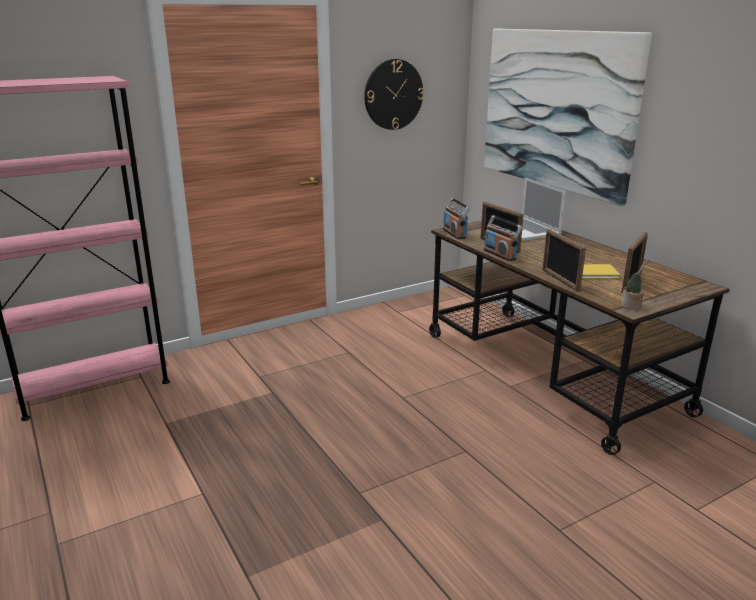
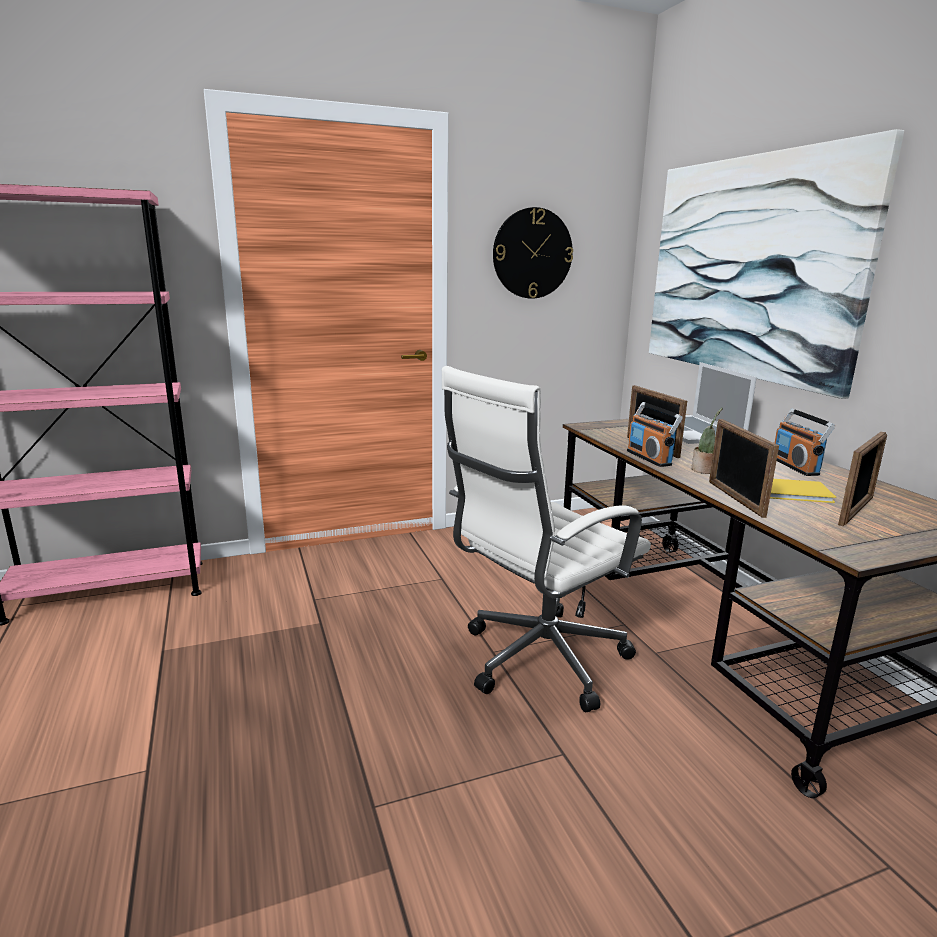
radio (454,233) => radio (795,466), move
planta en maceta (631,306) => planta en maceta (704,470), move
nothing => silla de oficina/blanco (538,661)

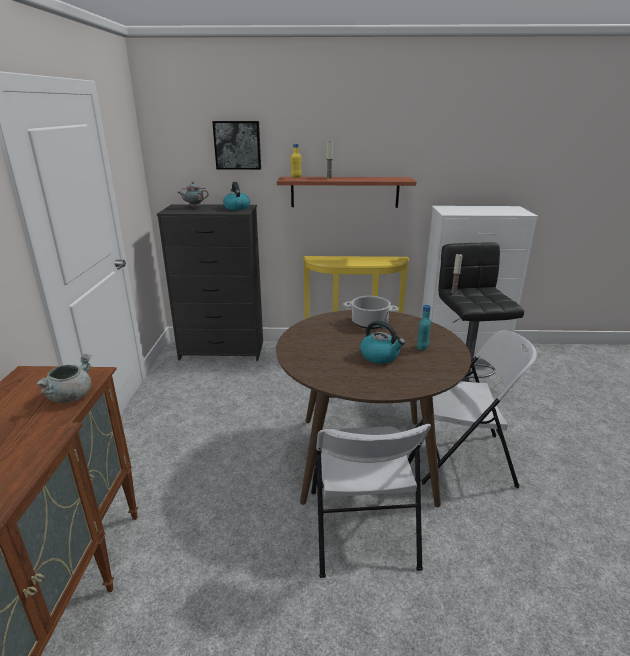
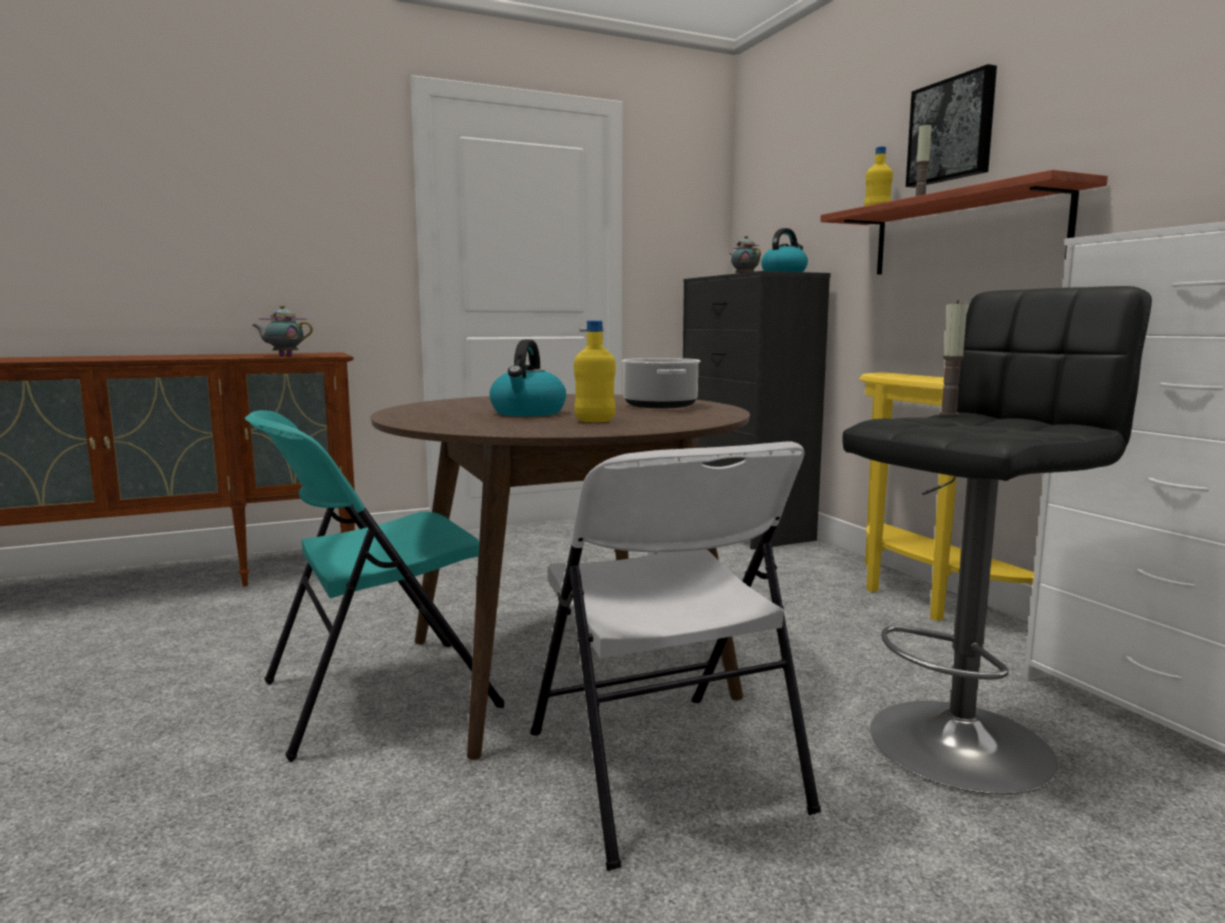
cuadro (237,145) => cuadro (952,130), move
botella/turquesa (422,348) => botella/amarillo (594,421)
olla/gris (70,397) => tetera (284,356)
silla/blanco (361,528) => silla/turquesa (380,693)

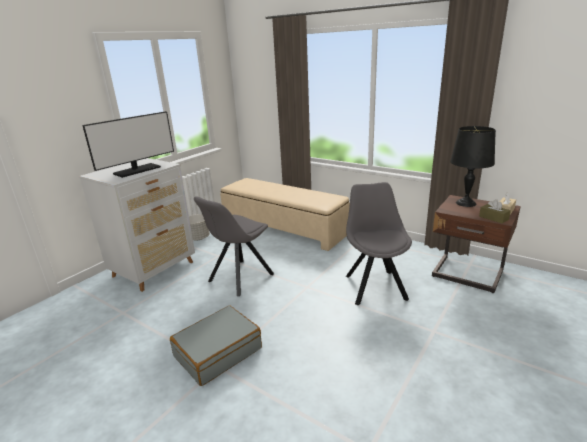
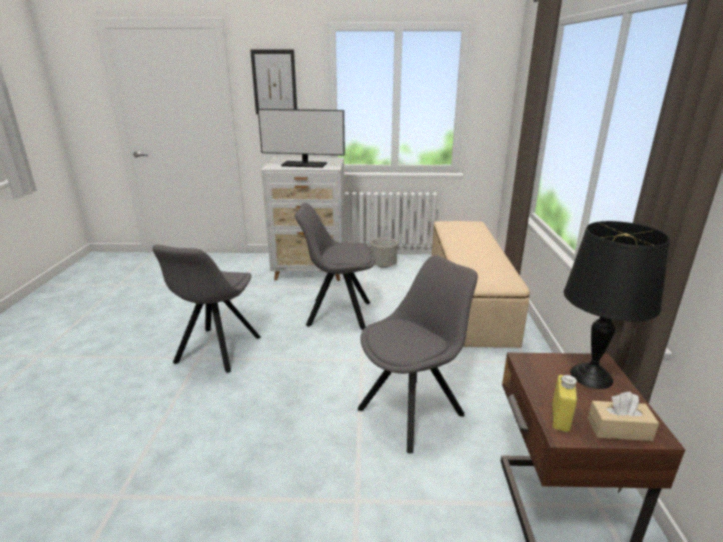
caja de pañuelos/marrón (493,218) => botella/amarillo (560,418)
maleta/gris (218,352) => silla/gris (217,350)
nothing => cuadro (274,82)

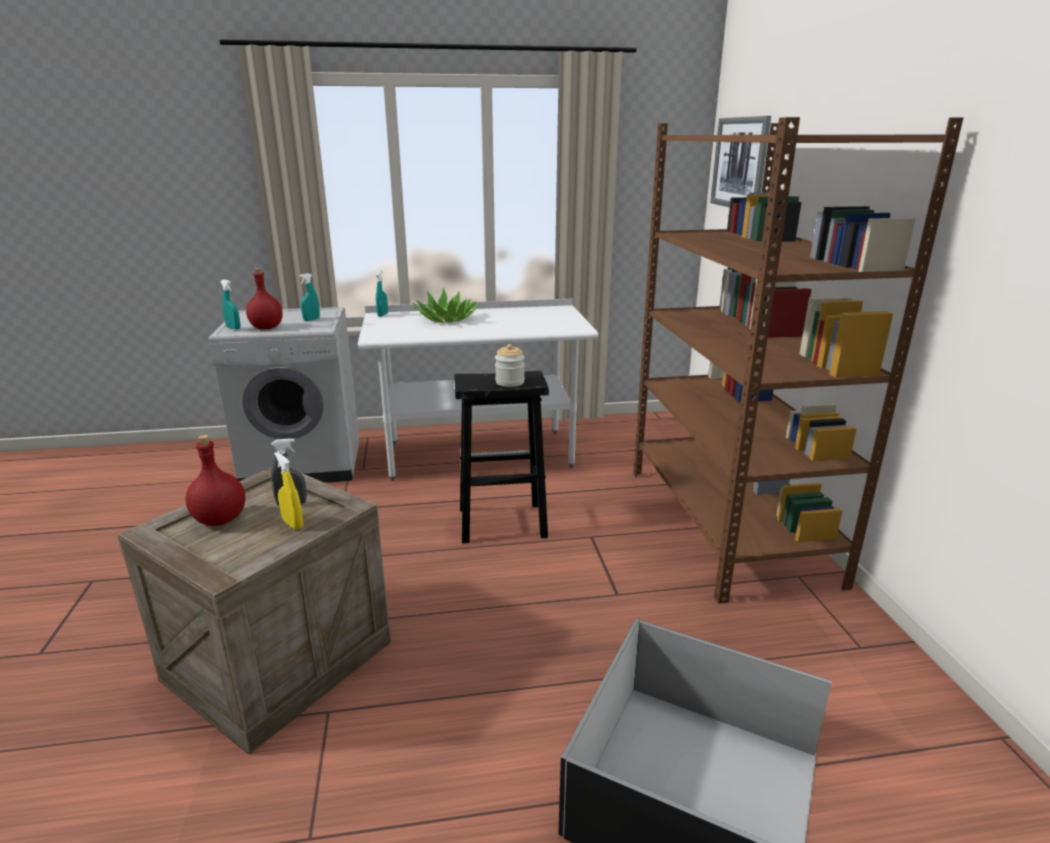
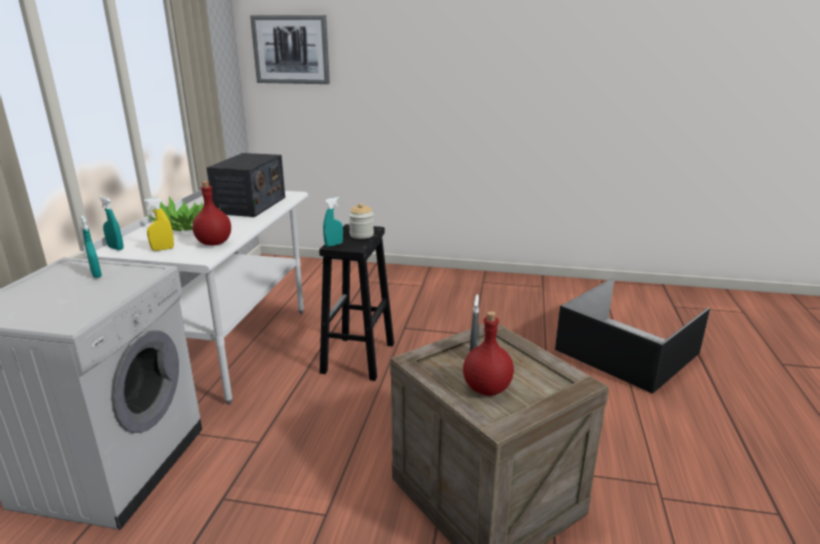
estantería/marrón (726,523) => nothing
botella/rojo (266,328) => botella/rojo (213,243), move
pulverizador/turquesa (233,328) => pulverizador/turquesa (334,245), move
pulverizador/amarillo (293,524) => pulverizador/amarillo (163,249), move
nothing => radio (250,205)

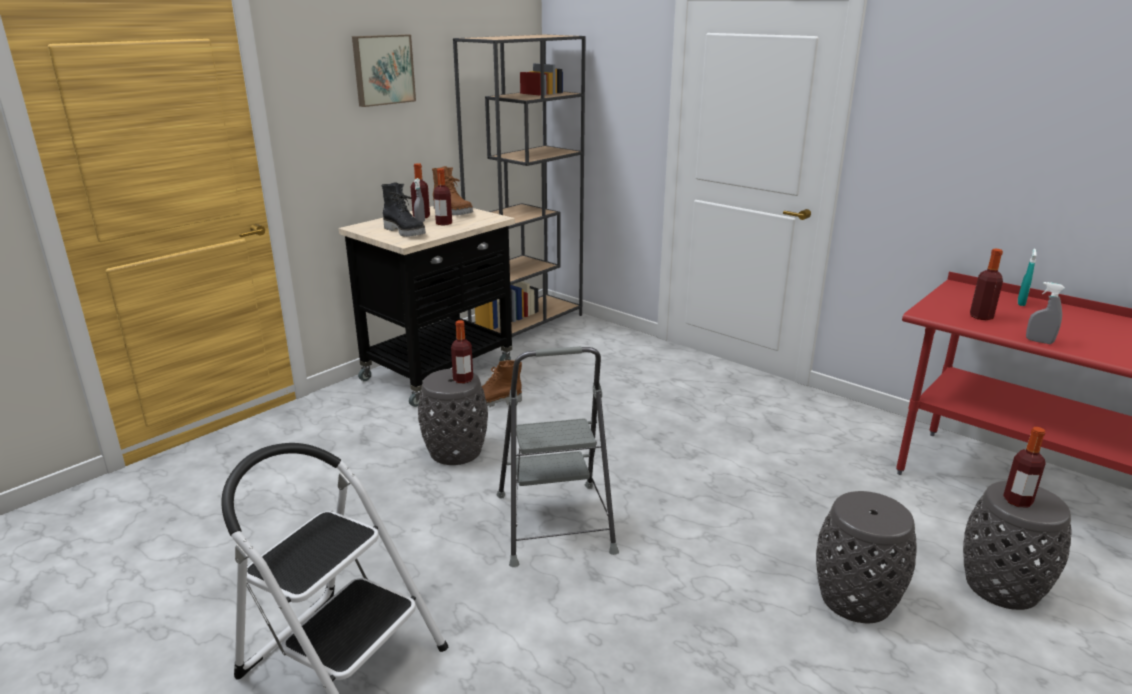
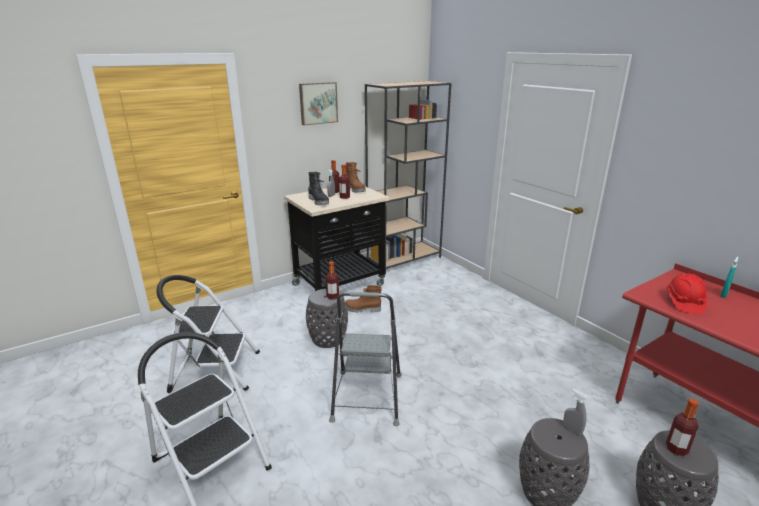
botella (981,317) => casco/rojo (684,302)
pulverizador/gris (1039,341) => pulverizador/gris (572,430), move
nothing => escalera de tijera (213,371)

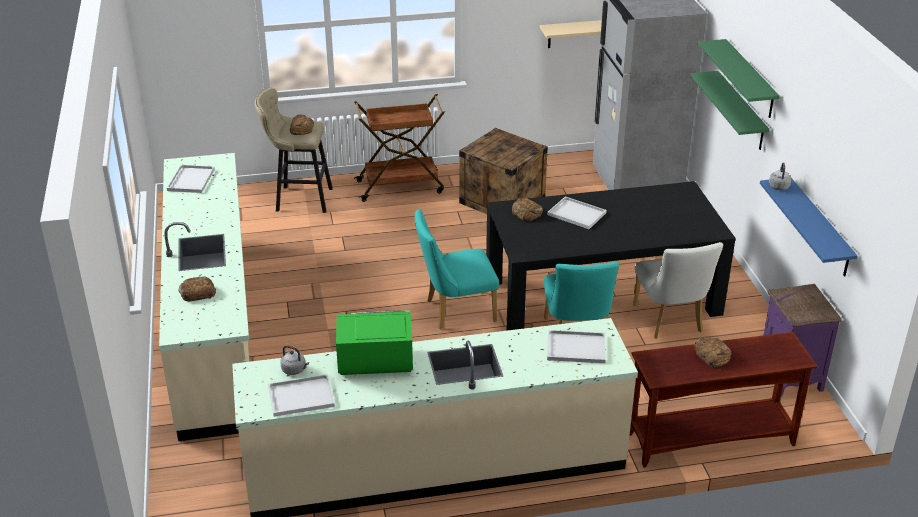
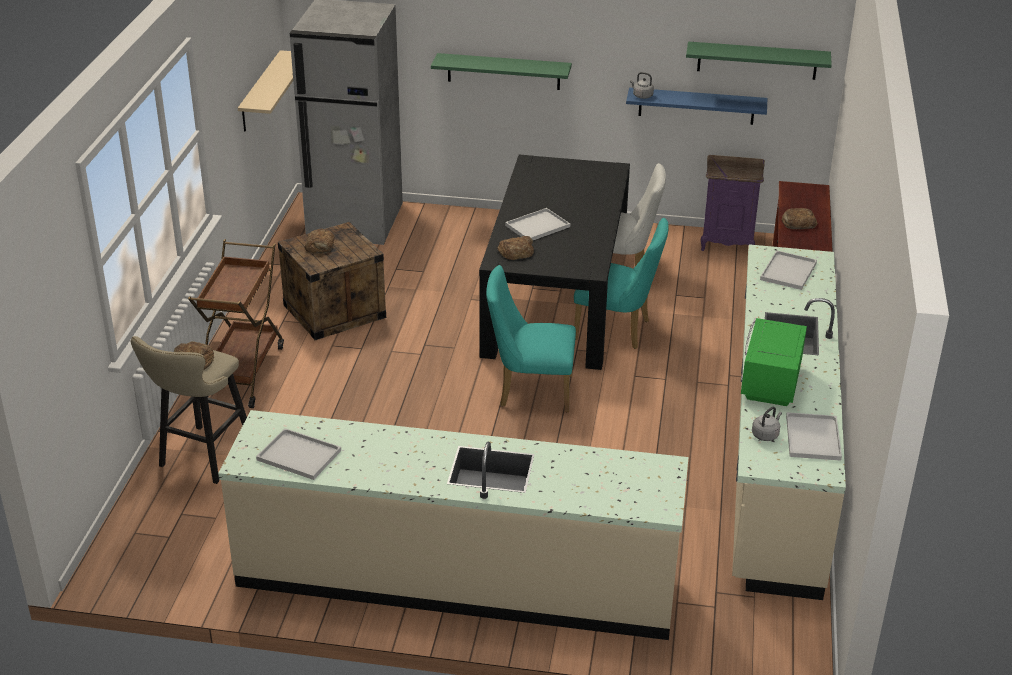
estante/verde (749,79) => estante/verde (757,60), move
silla/turquesa (455,311) => silla/turquesa (529,391), 90 degrees clockwise
pan (197,293) => pan (320,246), move

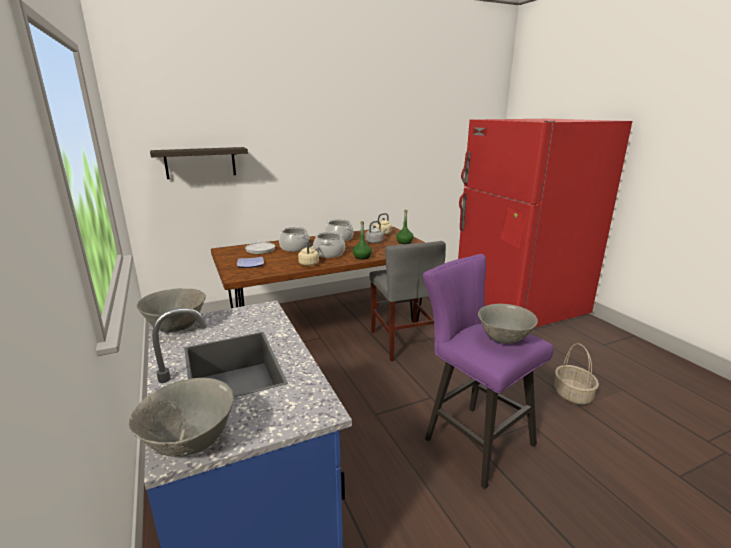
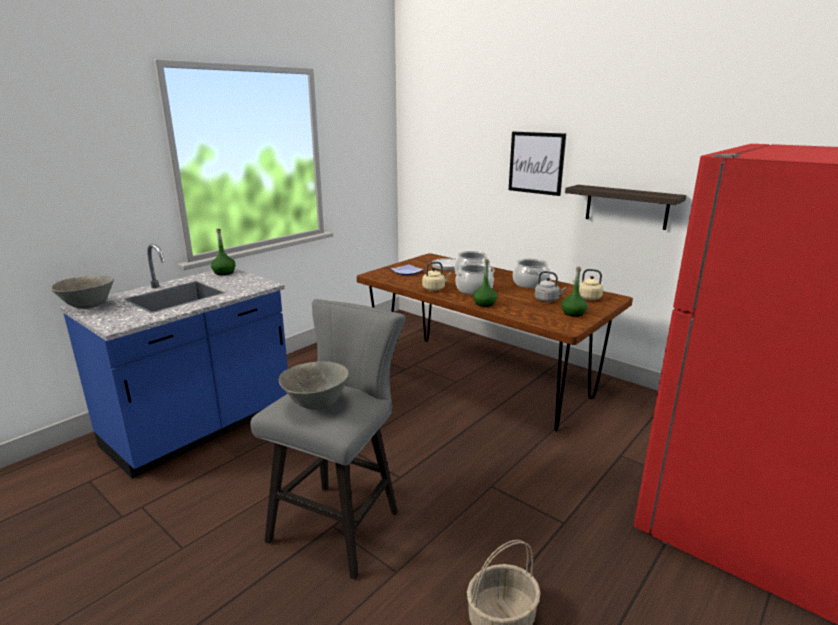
estante (200,163) => estante (626,207), move
silla/gris (404,341) => nothing
taburete/morado (472,439) => taburete/gris (341,522)
cuenco/gris (176,327) => botella/verde (224,272)
nothing => cuadro (536,163)

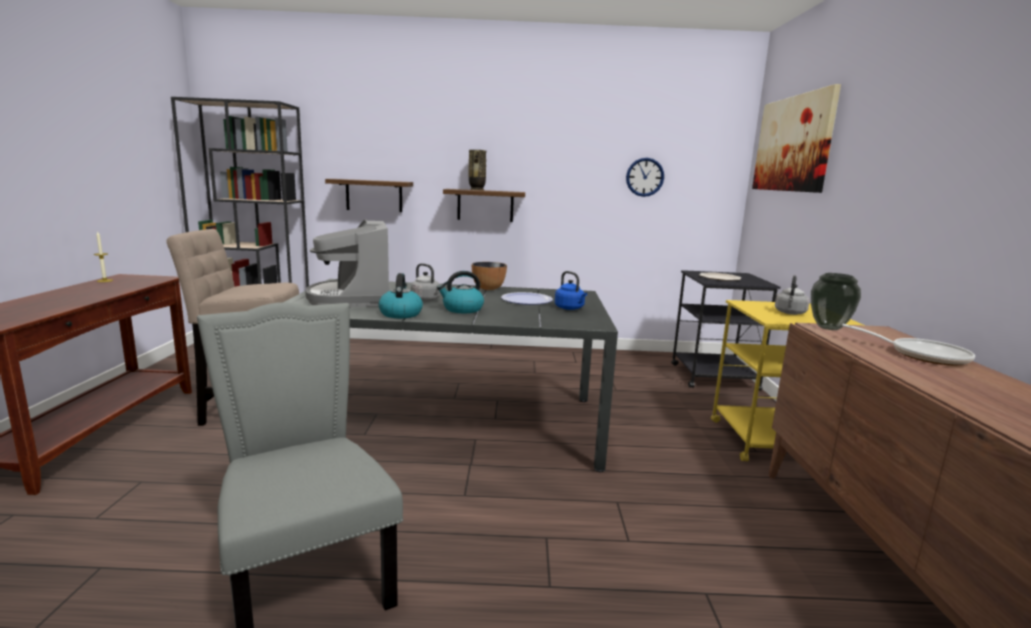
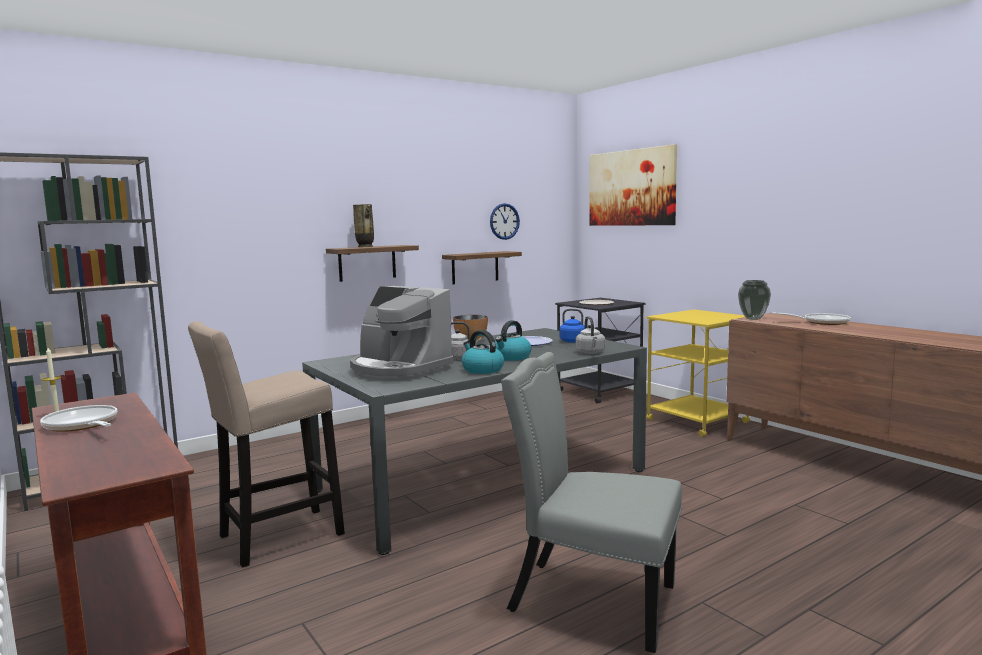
estante (374,195) => estante (475,267), move
hervidor/gris (790,313) => hervidor/gris (591,353), move
nothing => sartén (82,425)

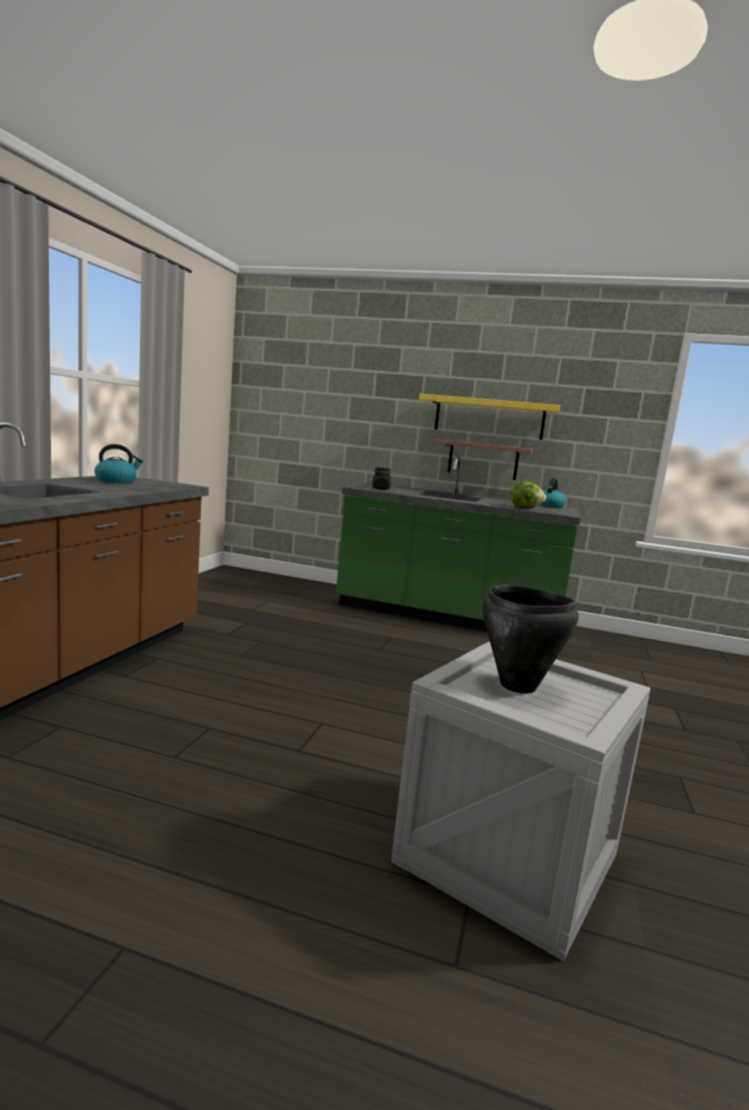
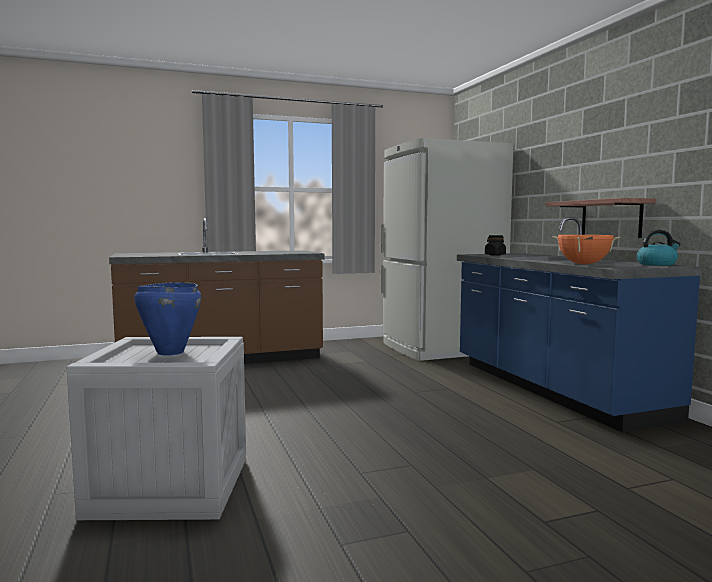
estante/amarillo (489,418) => nothing
hervidor (116,481) => nothing
mueble bajo de cocina/verde (446,616) => mueble bajo de cocina/azul (552,389)
lechuga (525,508) => olla/naranja (583,264)
olla/negro (518,686) => olla/azul (169,352)
nothing => nevera/blanco (440,347)

